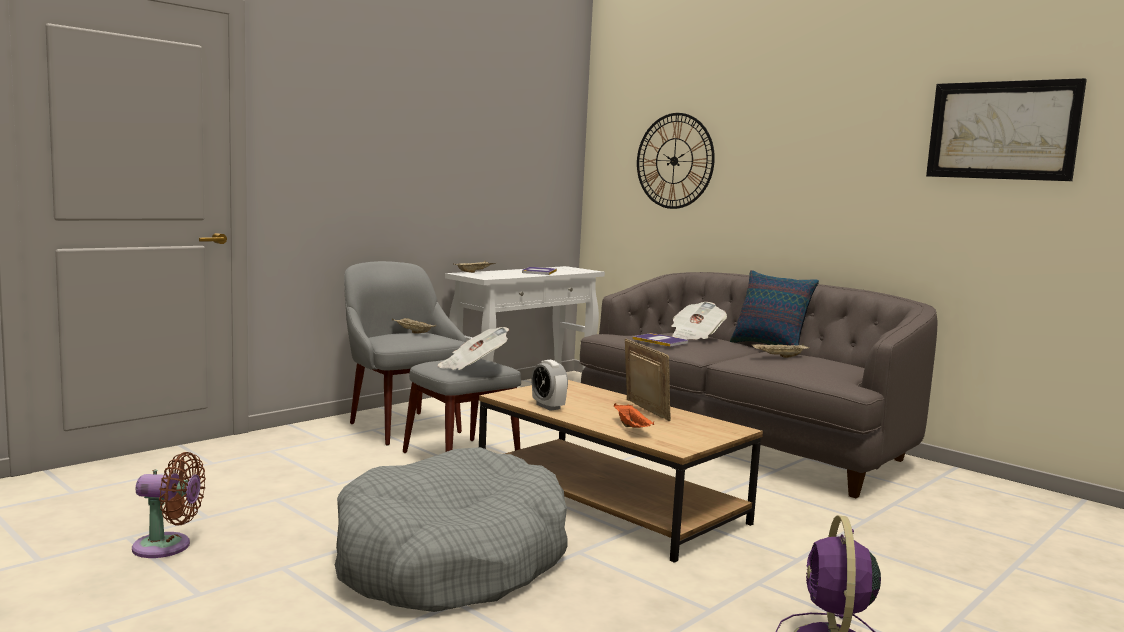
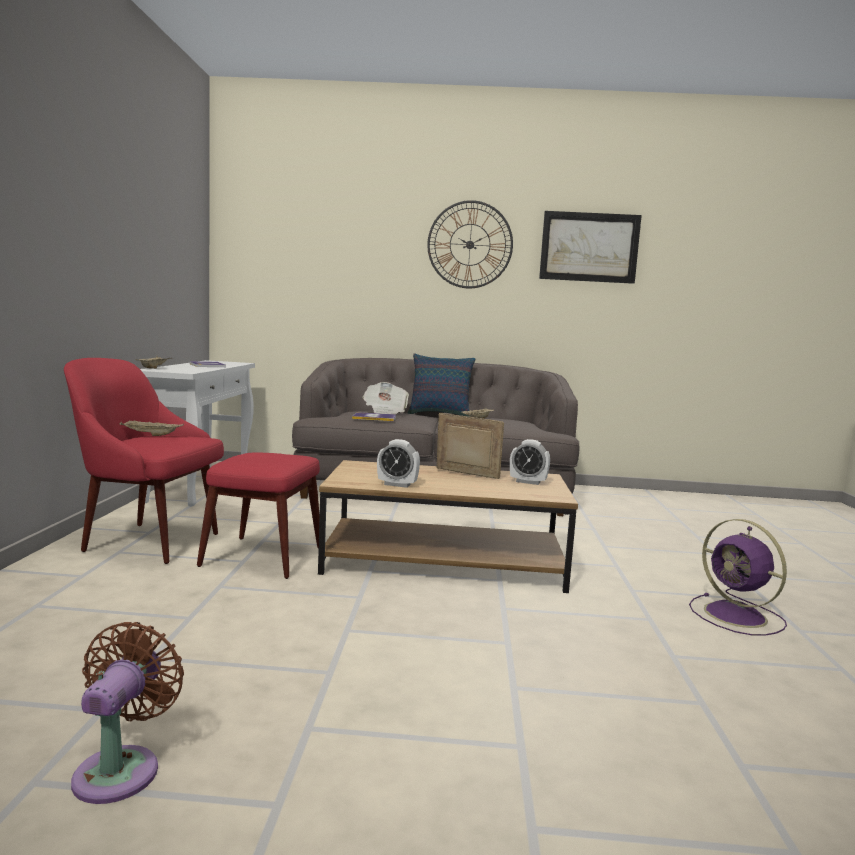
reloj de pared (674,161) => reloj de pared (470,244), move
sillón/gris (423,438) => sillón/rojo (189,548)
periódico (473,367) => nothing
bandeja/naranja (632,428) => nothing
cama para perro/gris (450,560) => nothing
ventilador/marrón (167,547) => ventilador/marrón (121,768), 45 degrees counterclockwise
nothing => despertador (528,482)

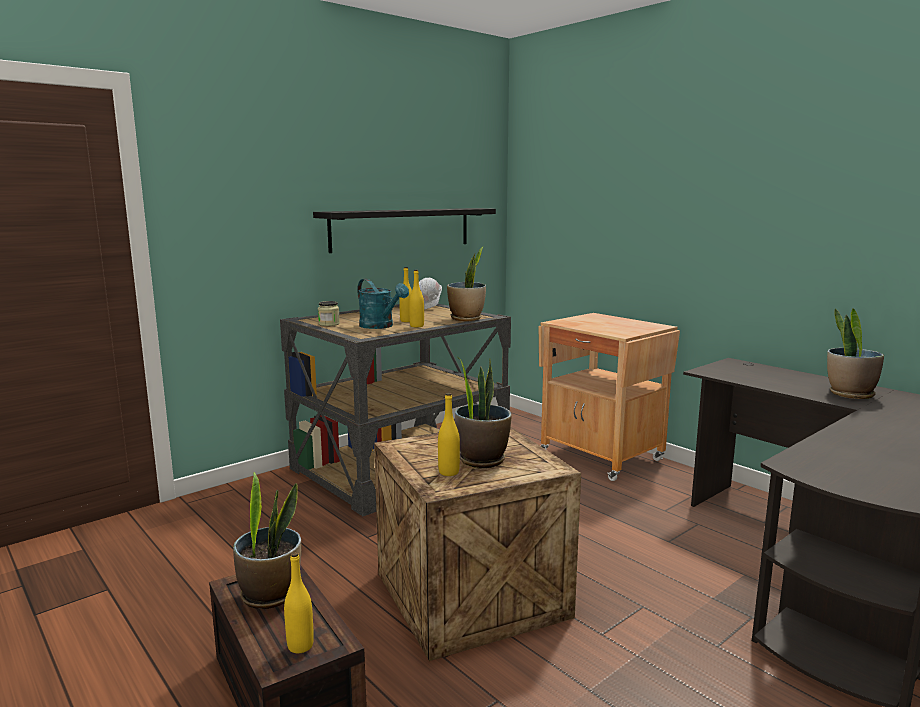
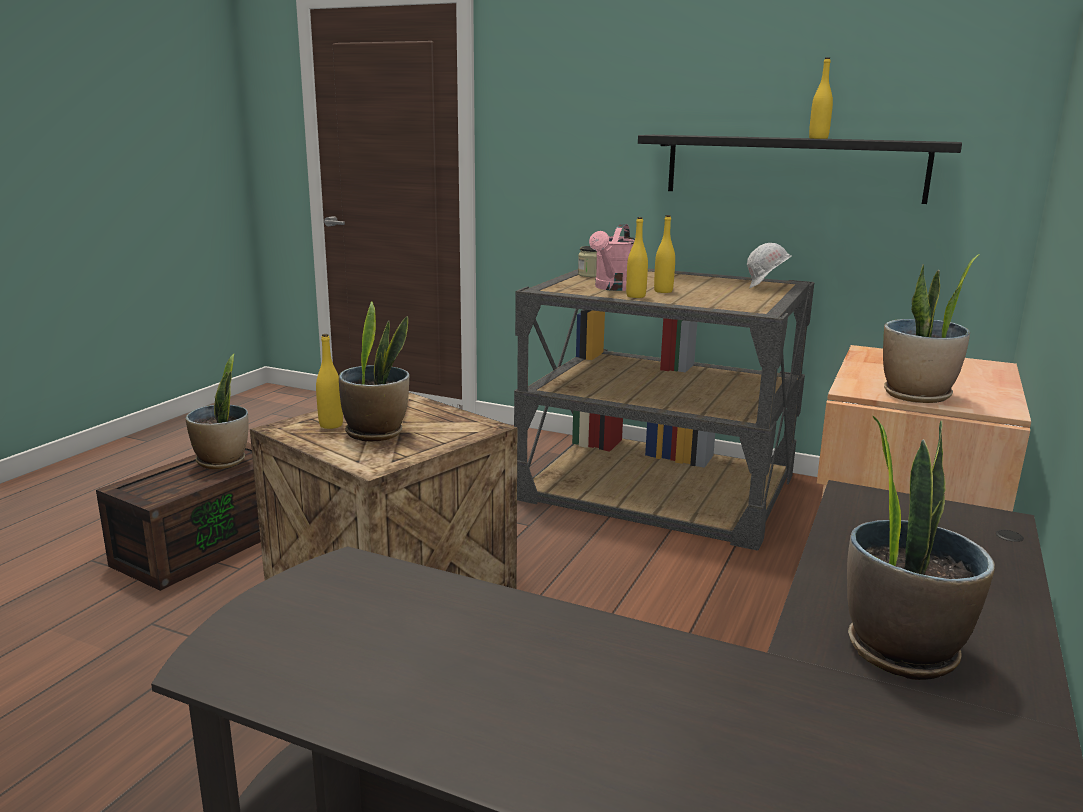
planta en maceta (466,318) => planta en maceta (916,395), move
regadera/turquesa (380,326) => regadera/rosa (613,288)
botella/amarillo (300,646) => botella/amarillo (818,138), move

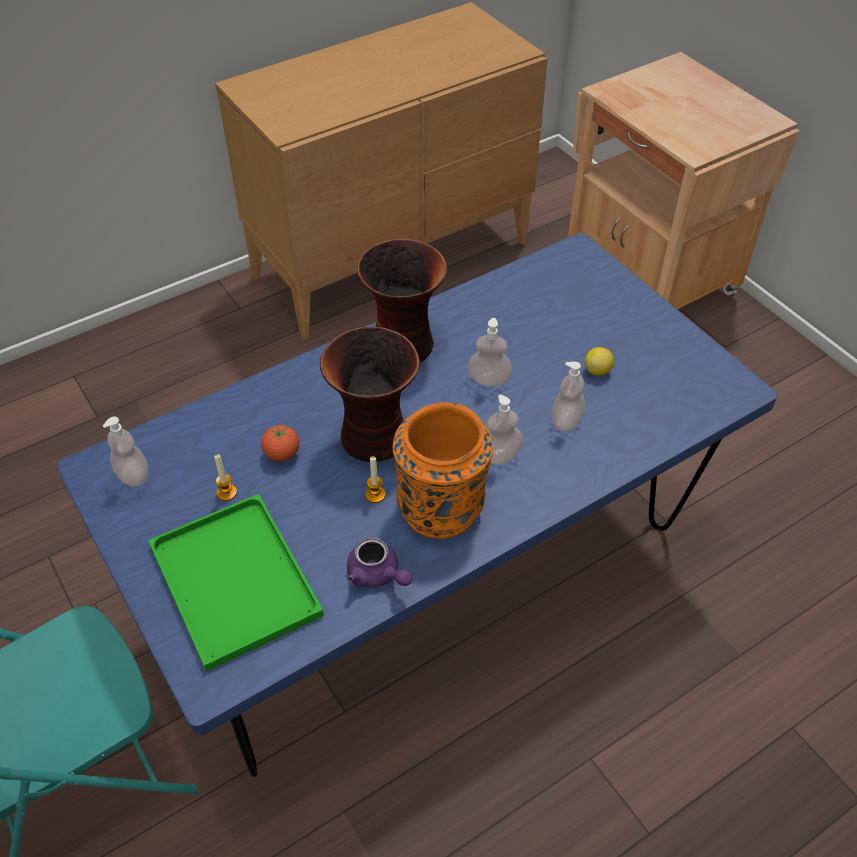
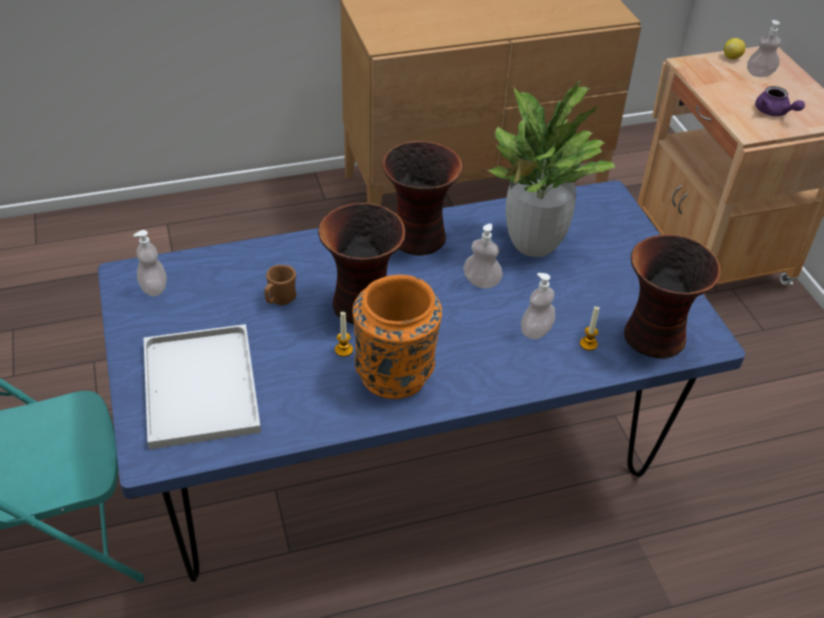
limón (597,371) => limón (732,57), move
dispensador de jabón (499,456) => dispensador de jabón (760,74), move
tomate (282,454) => taza grande/marrón (280,300)
vela (226,492) => vela (588,344), move
bandeja/verde (238,582) => bandeja/blanco (202,389)
tetera/morado (377,575) => tetera/morado (774,112), move
nothing => planta en maceta (533,244)
nothing => florero (654,338)

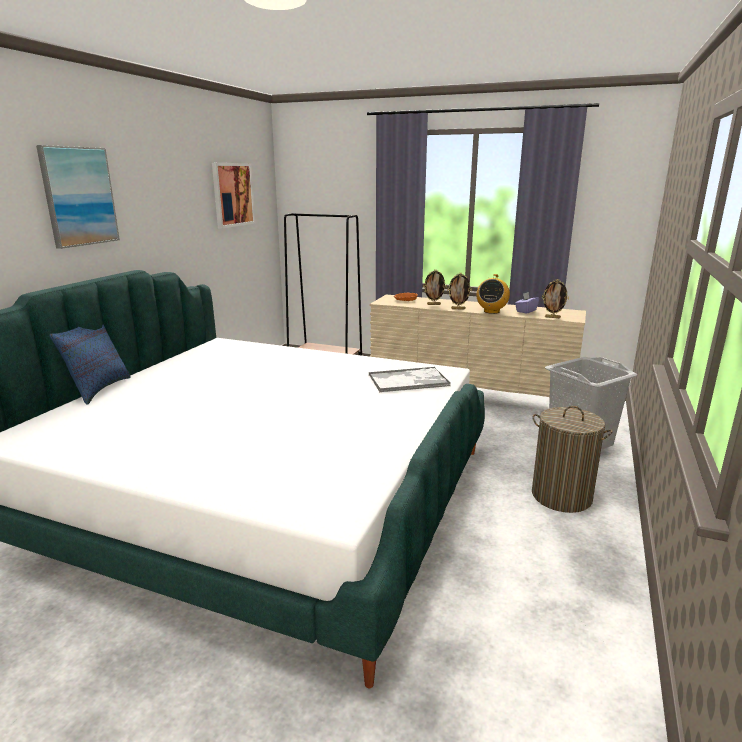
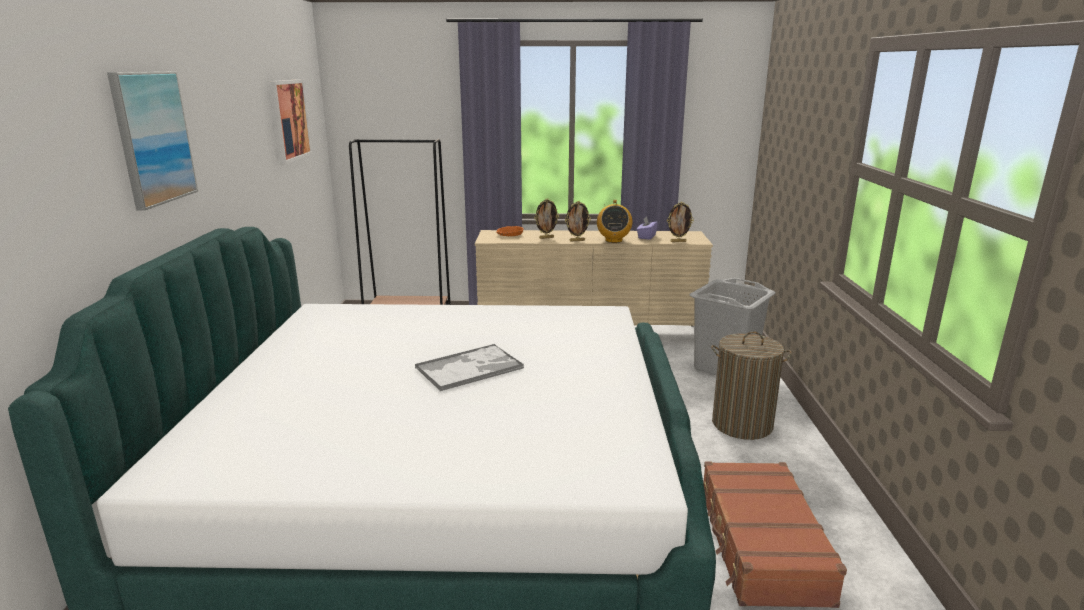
cojín/azul (100,390) => nothing
bandeja (409,380) => bandeja (470,368), move
nothing => maleta/marrón (760,545)

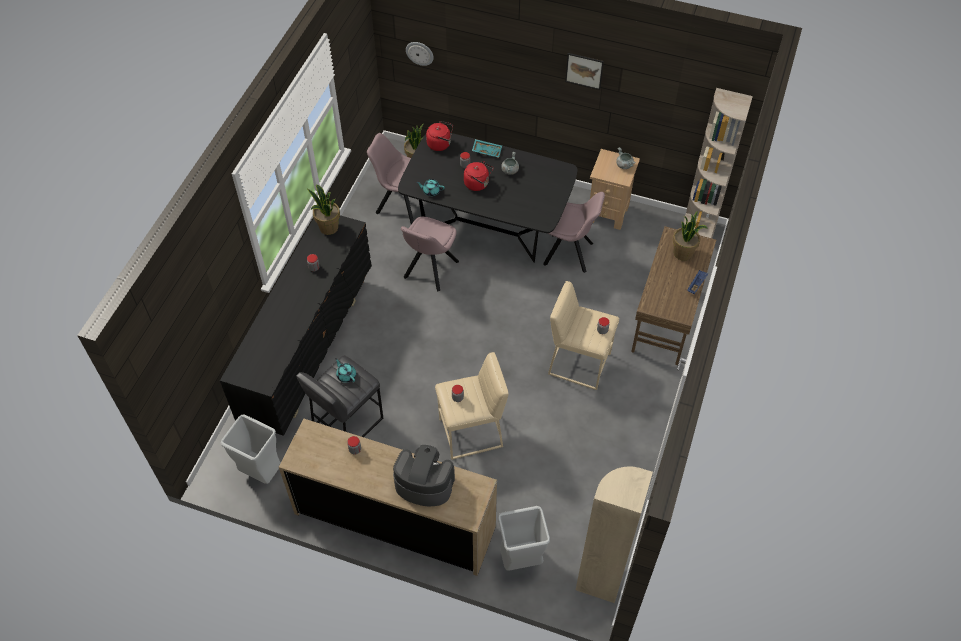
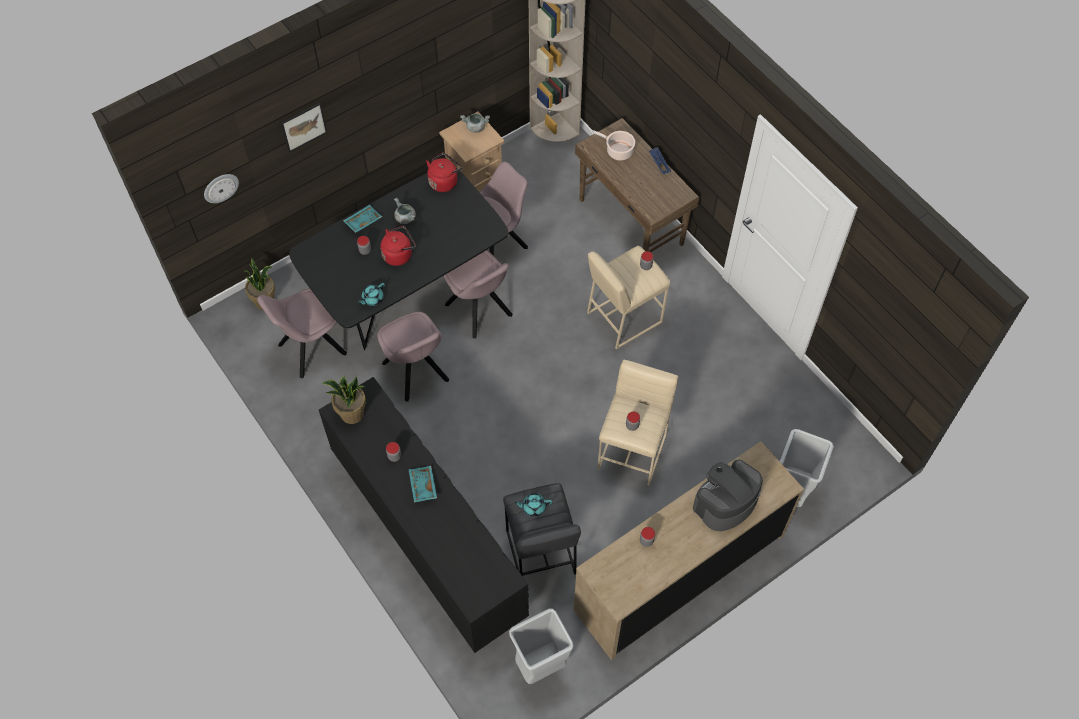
cuadro (584,71) => cuadro (304,127), move
hervidor/rojo (440,144) => hervidor/rojo (444,181), move
planta en maceta (683,253) => olla (617,151)
estantería/beis (600,582) => nothing
nothing => silla/rosa (479,310)
nothing => bandeja/turquesa (422,486)

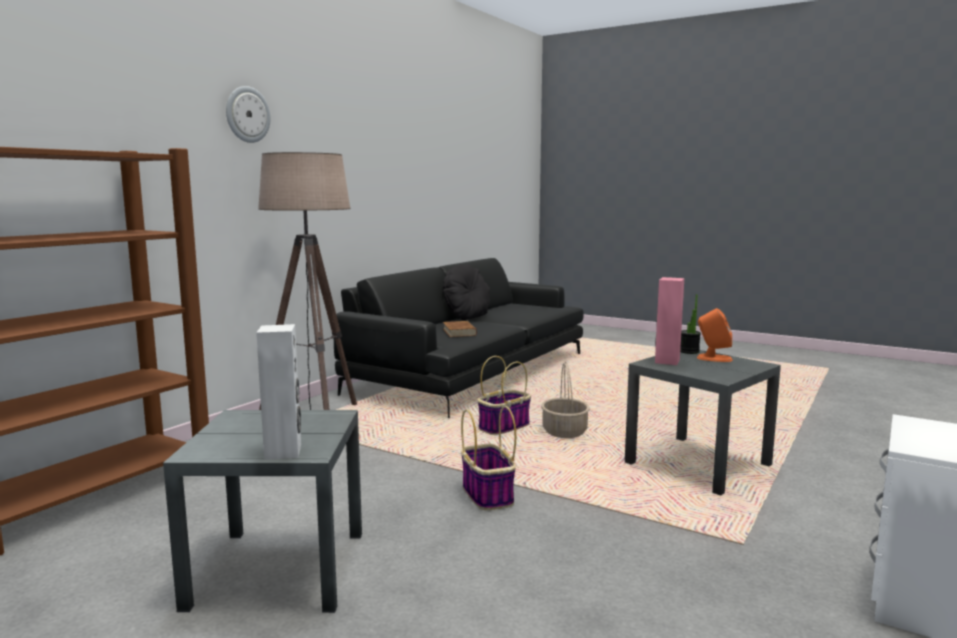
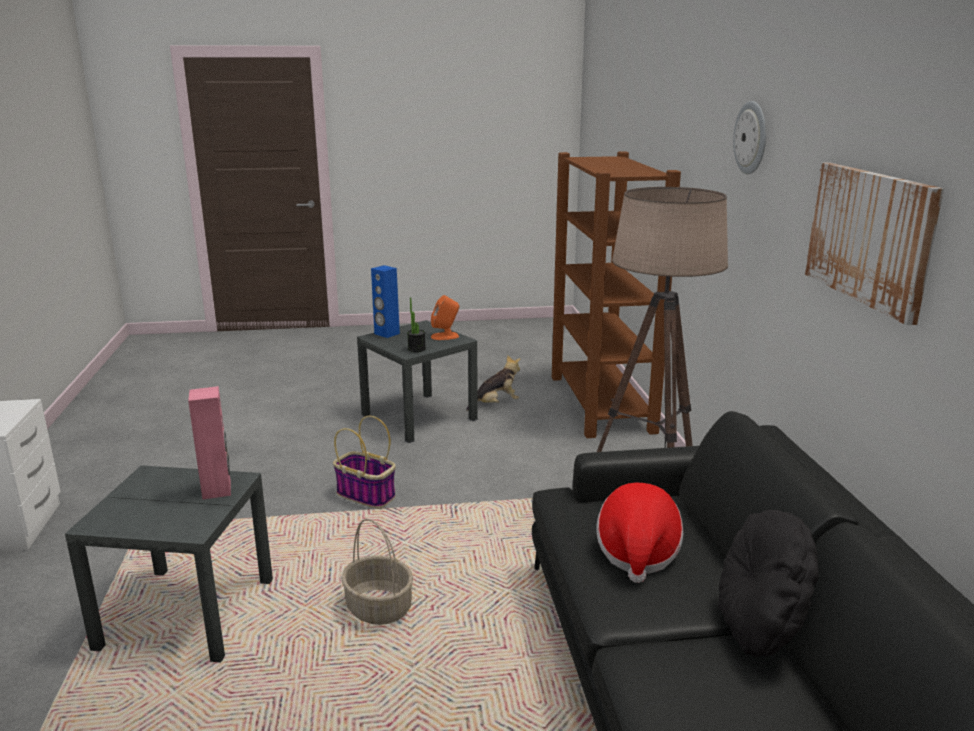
planta en maceta (689,351) => planta en maceta (416,349), move
altavoz/naranja (714,358) => altavoz/naranja (445,336), move
libro/marrón (459,332) => sombrero (637,553)
altavoz/blanco (284,452) => altavoz/azul (386,334)
cesta (504,427) => nothing
nothing => cuadro (870,237)
nothing => peluche (496,404)

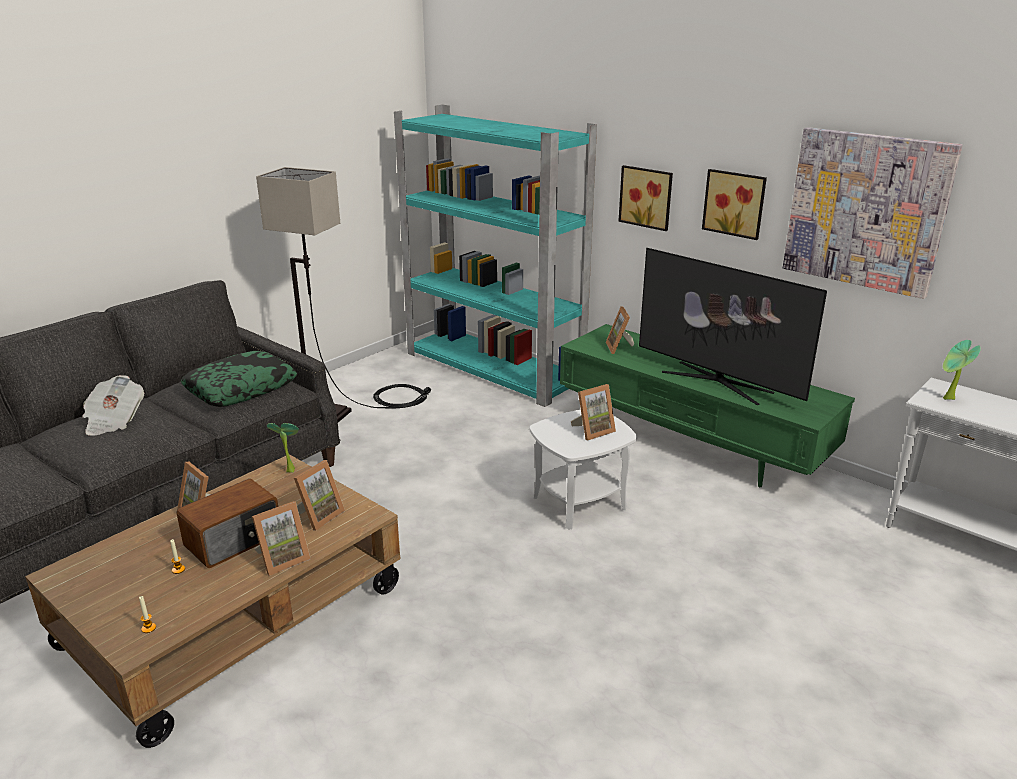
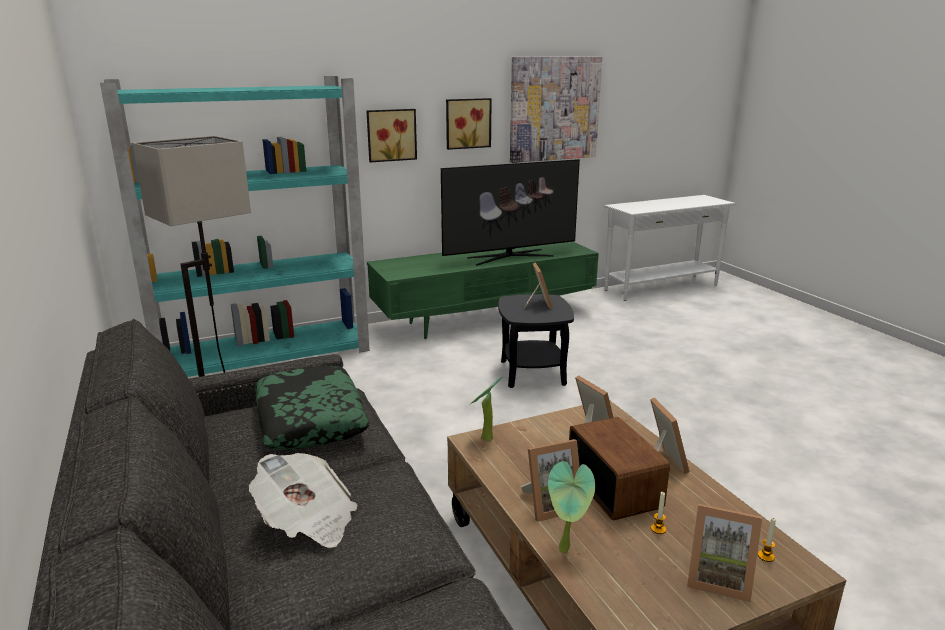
portarretratos (620,348) => portarretratos (718,579), move
planta en maceta (948,399) => planta en maceta (567,549), move
mesa auxiliar/blanco (579,503) => mesa auxiliar/negro (532,373)

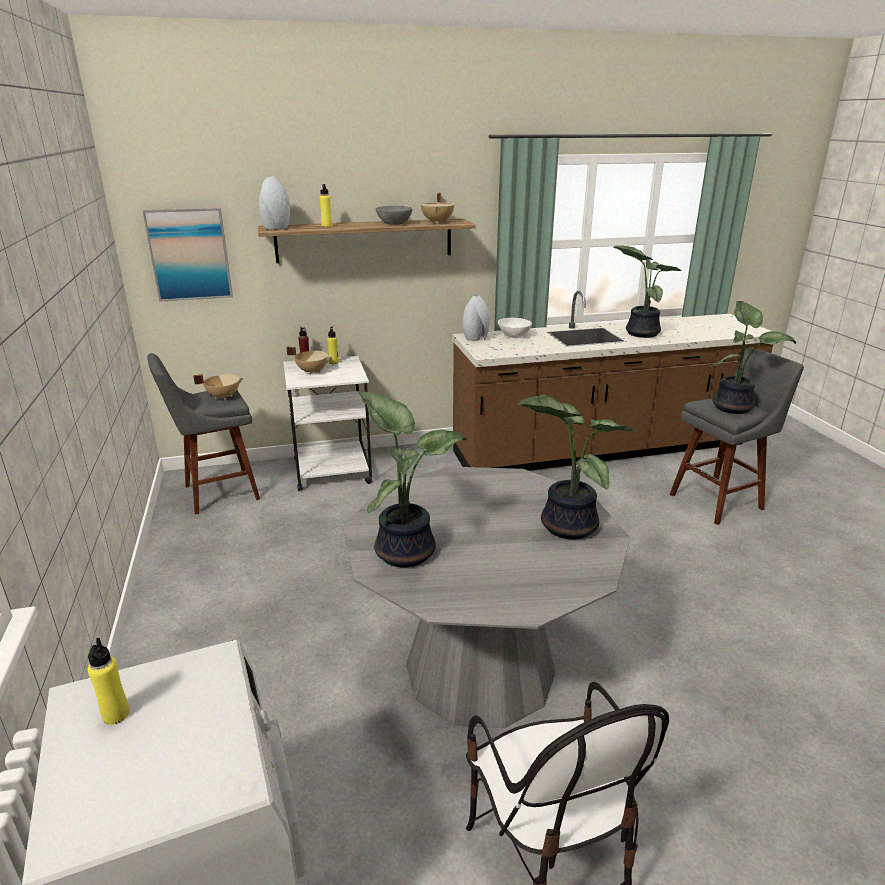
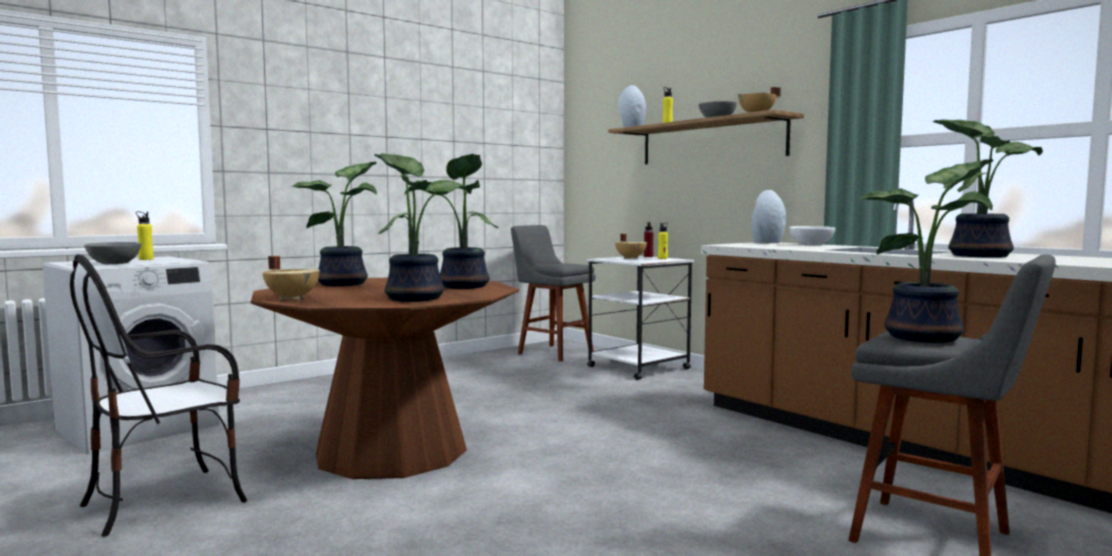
cuadro (189,254) => nothing
olla/beis (223,396) => olla/beis (293,298), move
mesa de comedor/gris (480,668) => mesa de comedor/marrón (391,451)
nothing => planta en maceta (462,286)
nothing => cuenco/gris (114,263)

